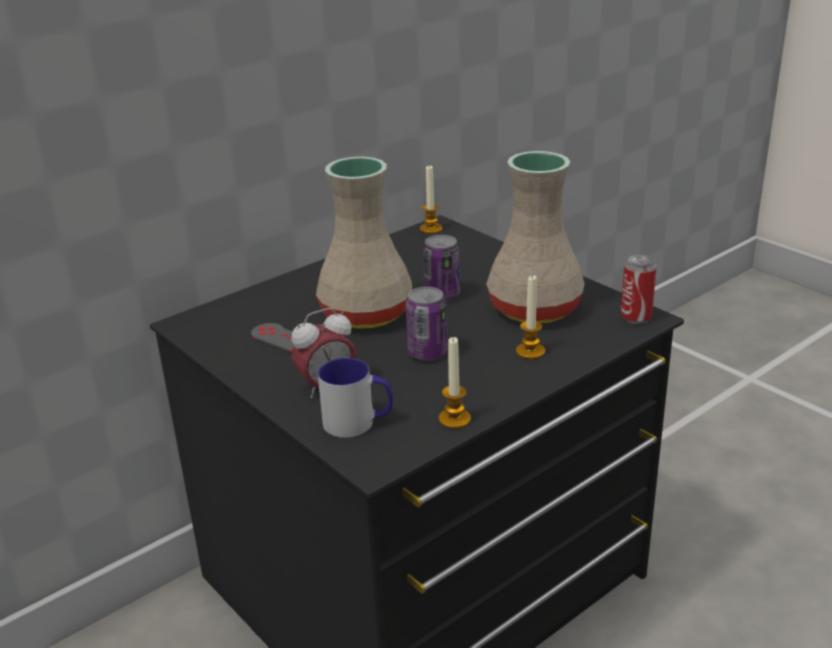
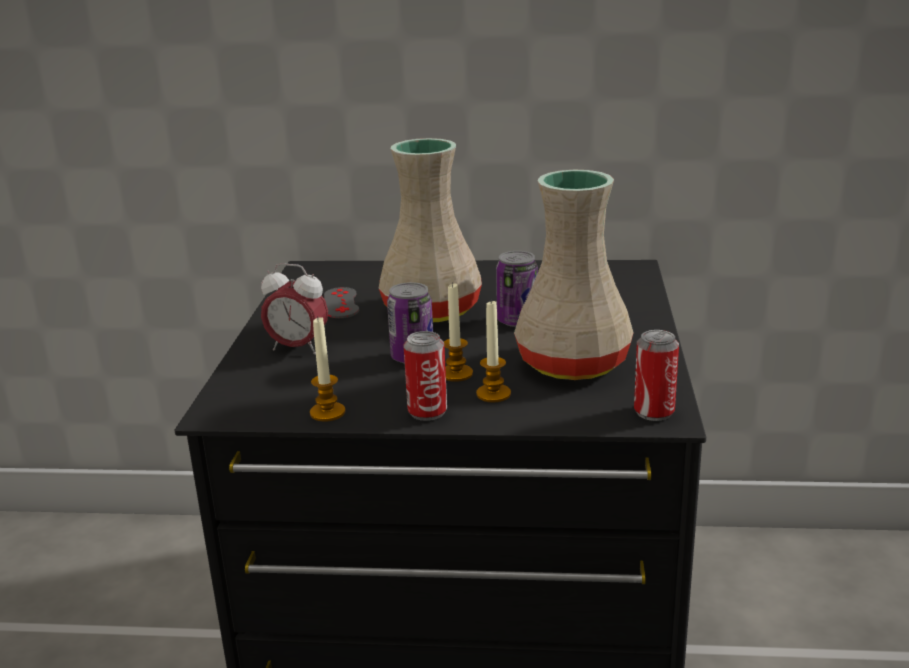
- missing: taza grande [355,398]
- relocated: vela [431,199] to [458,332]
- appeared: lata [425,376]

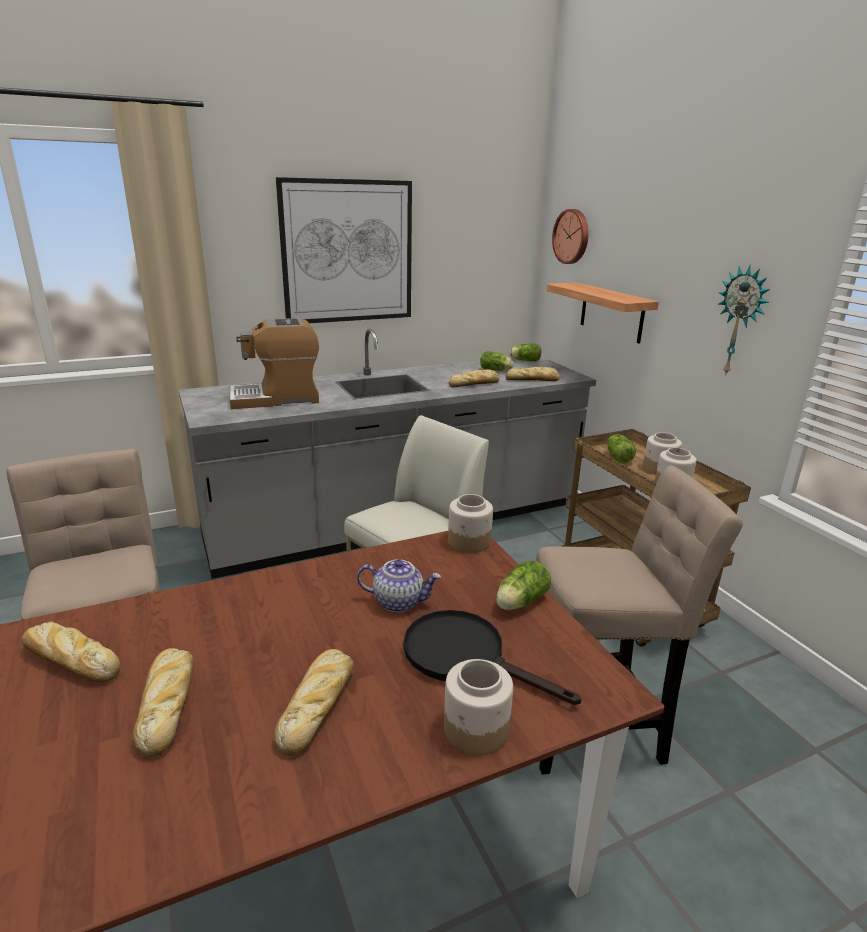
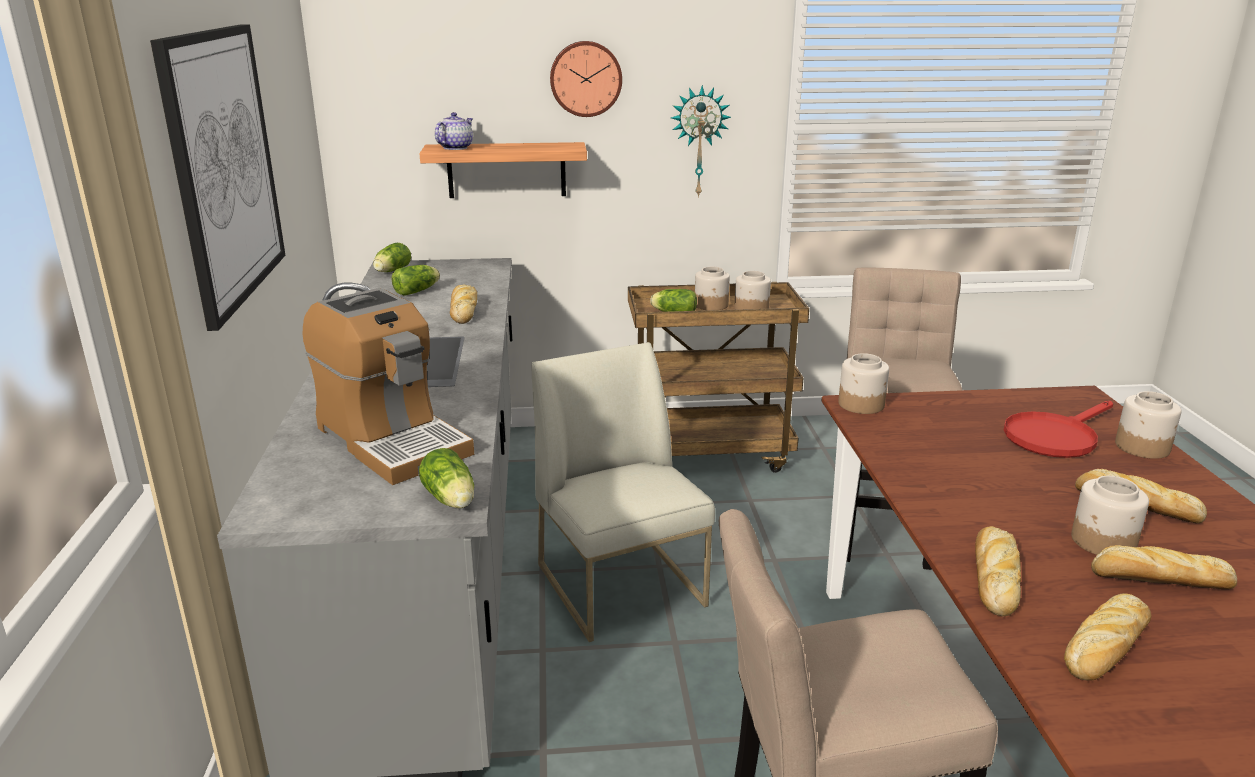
- spun: cafetera [274,363] = [388,386] 45 degrees counterclockwise
- relocated: tetera [399,585] to [454,131]
- colour: sartén [negro] [492,657] to sartén [rojo] [1058,429]
- relocated: lechuga [523,585] to [446,478]
- relocated: pan [532,374] to [998,571]
- relocated: reloj de pared [570,236] to [586,79]
- appeared: tarro [1110,515]

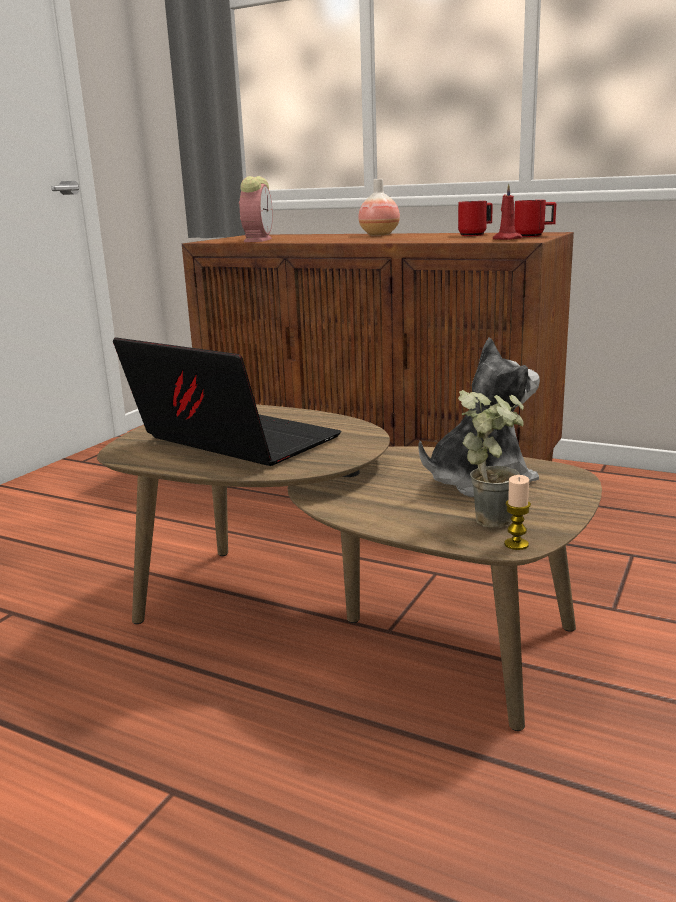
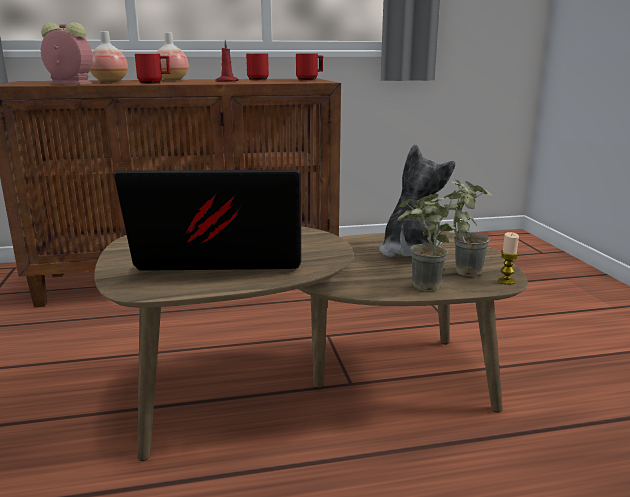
- spun: despertador [256,209] = [67,53] 45 degrees counterclockwise
- relocated: vela [rojo] [507,212] to [227,61]
- appeared: florero [109,56]
- appeared: taza grande [rojo] [153,69]
- appeared: planta en maceta [430,241]

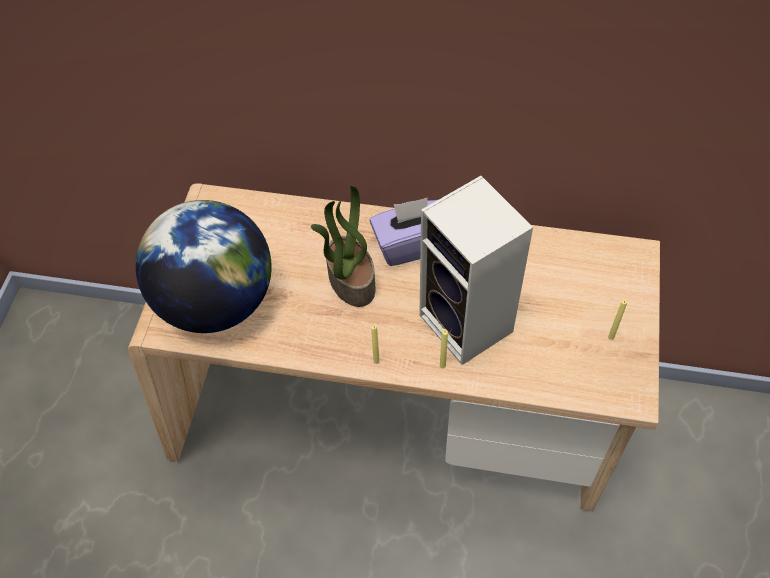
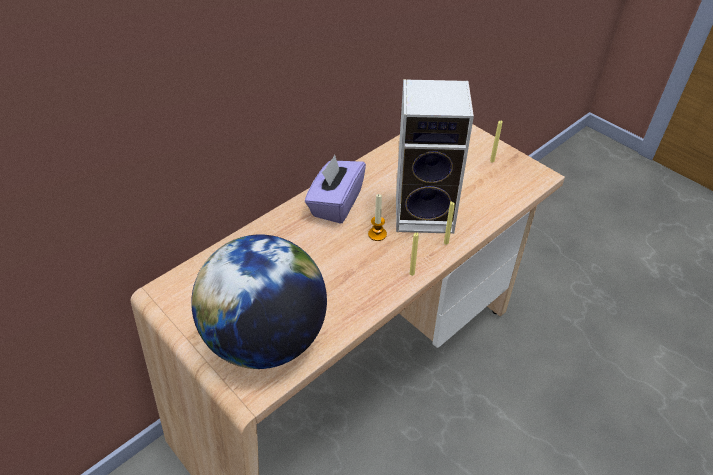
- missing: planta en maceta [343,246]
- appeared: vela [377,217]

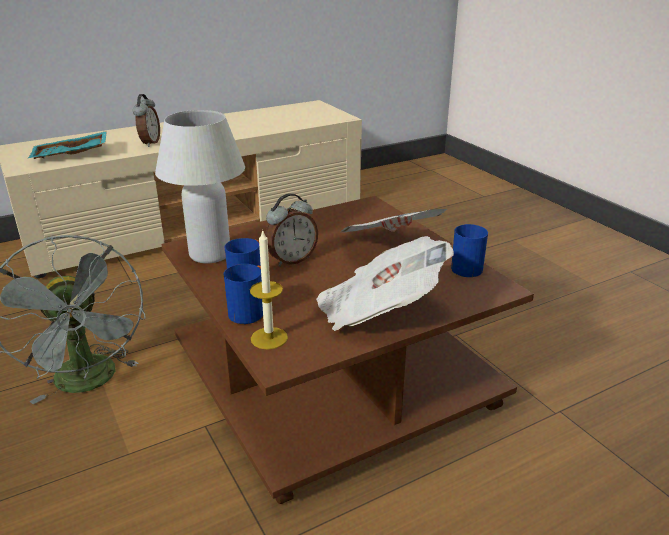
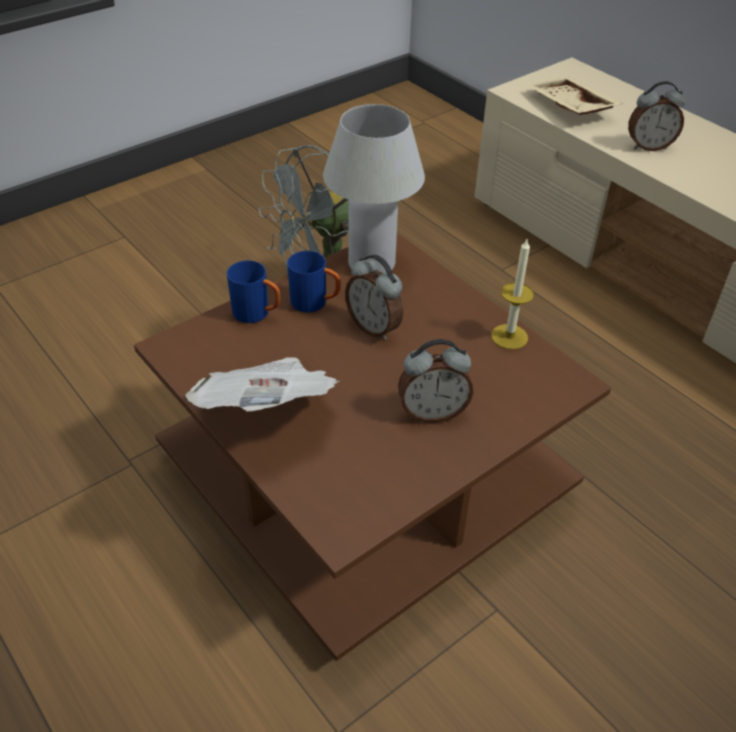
- colour: bandeja [turquesa] [67,145] to bandeja [beis] [574,96]
- relocated: vela [269,289] to [512,294]
- exchanged: periódico [393,221] to despertador [435,381]
- missing: taza grande [azul] [469,250]

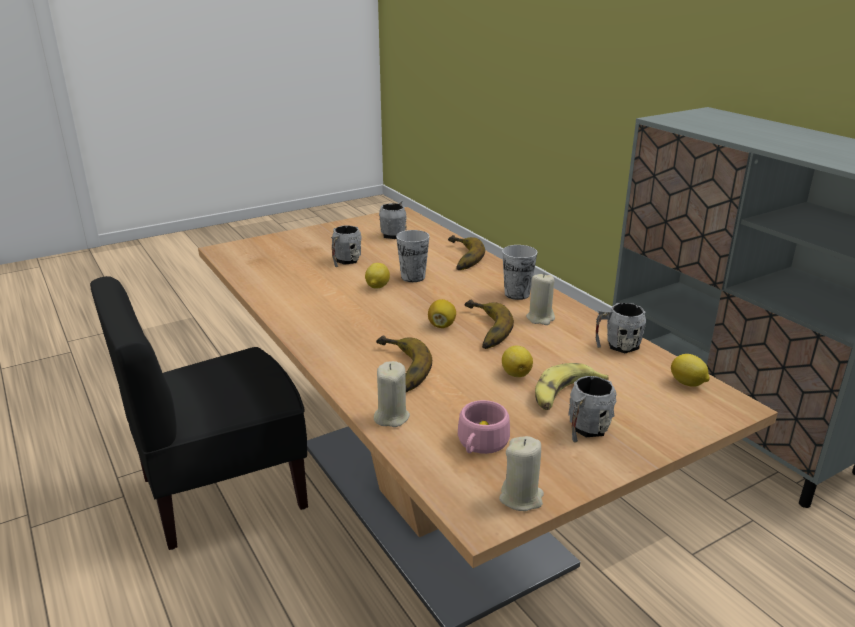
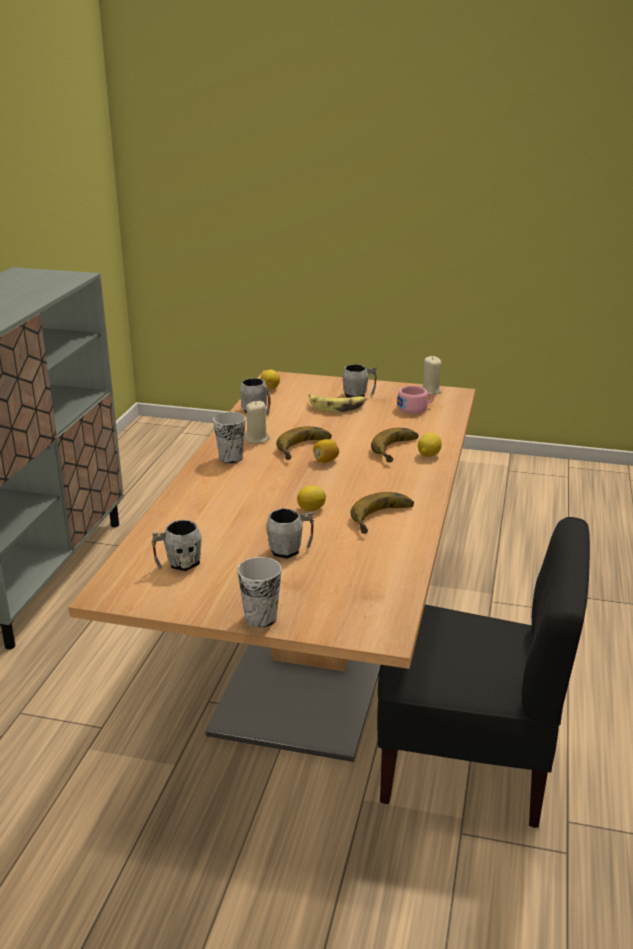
- missing: vela [beis] [392,394]
- relocated: taza [412,256] to [259,592]
- relocated: plátano [466,252] to [382,513]
- relocated: limón [517,361] to [430,445]

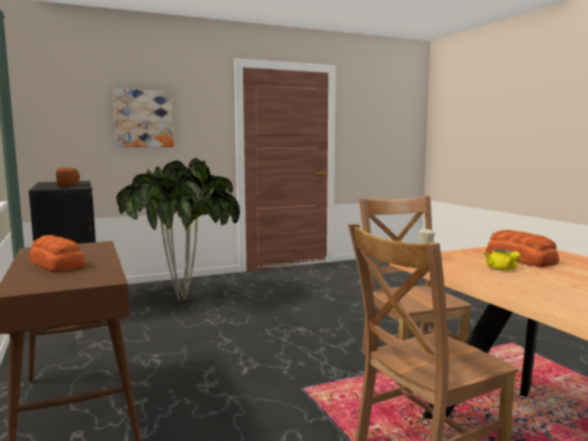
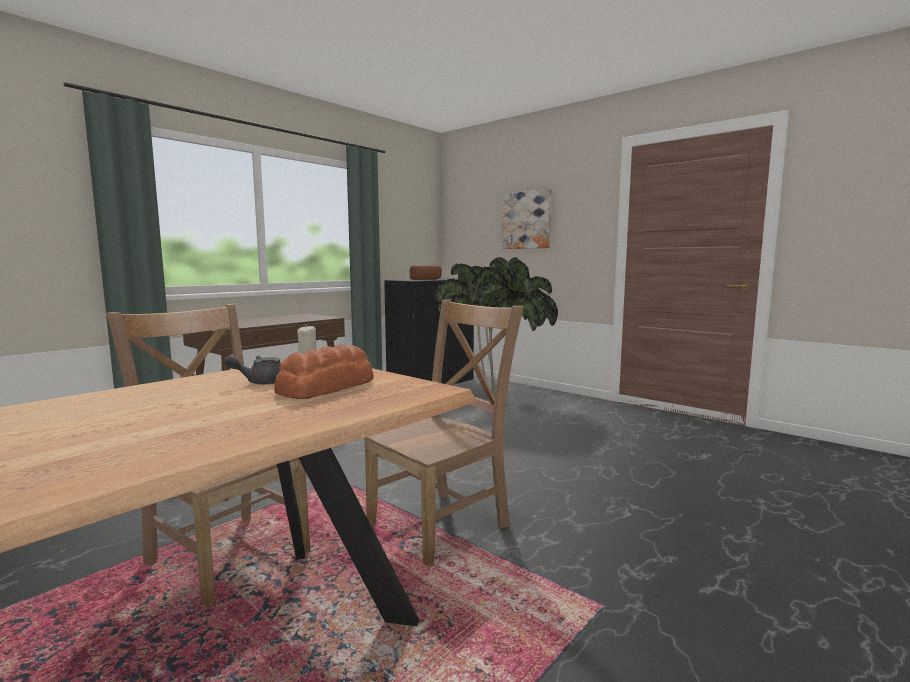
- missing: pan [57,253]
- colour: tetera [amarillo] [502,259] to tetera [gris] [252,370]

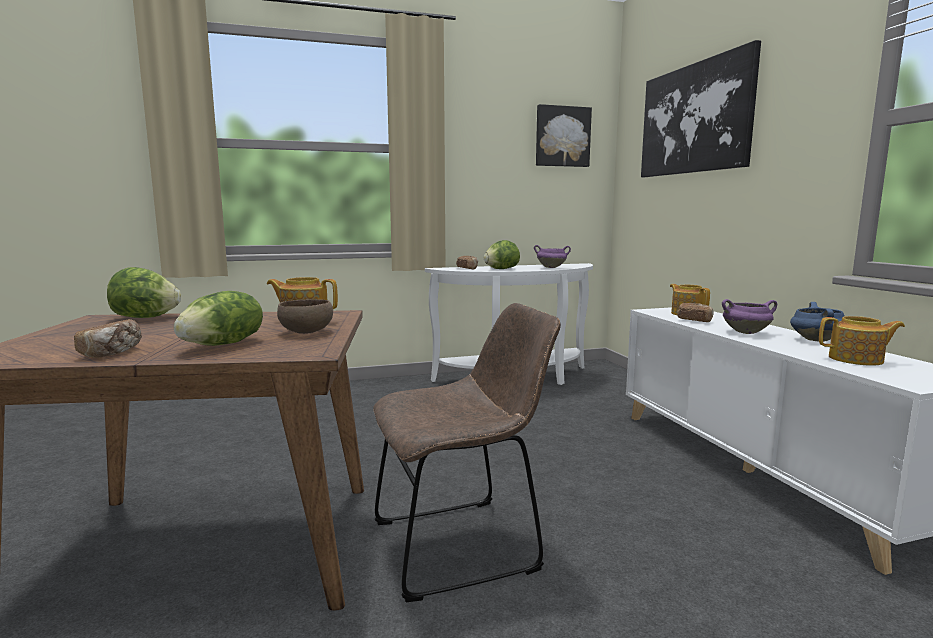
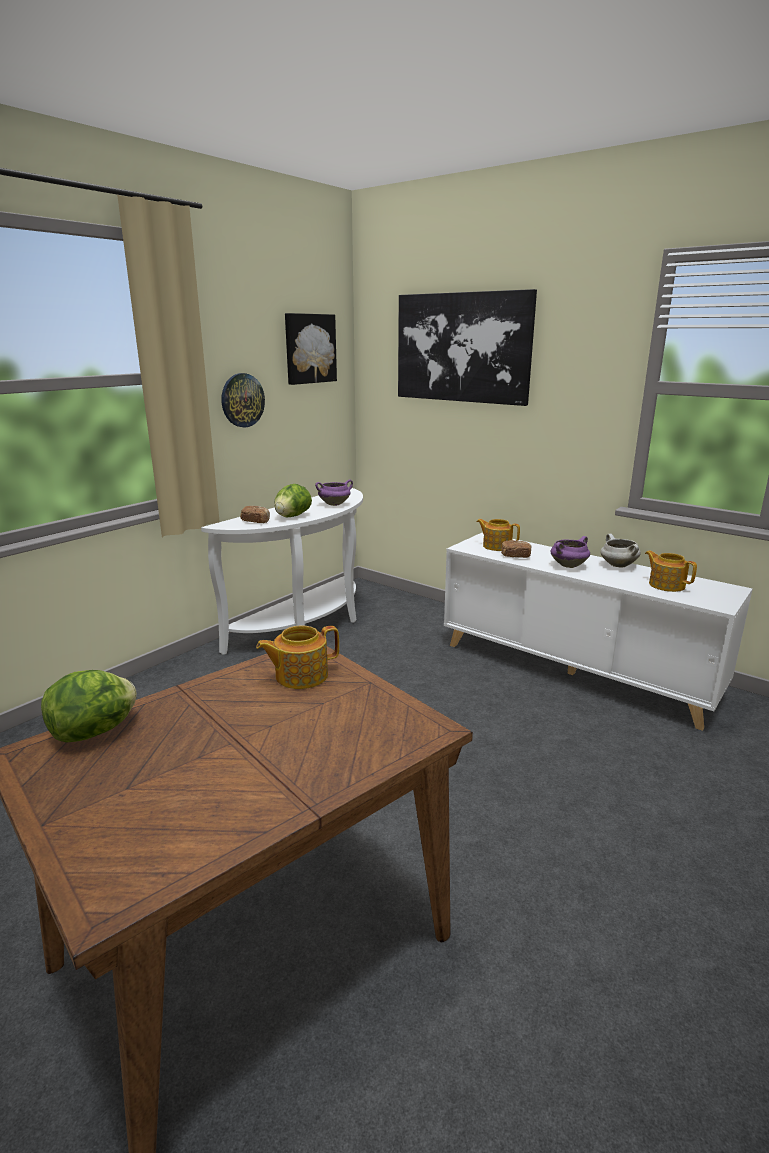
- missing: pan [108,338]
- missing: lechuga [218,318]
- missing: cuenco [marrón] [305,316]
- missing: silla [marrón] [467,452]
- colour: olla [azul] [817,321] to olla [blanco] [620,551]
- spun: tetera [862,341] = [671,571] 105 degrees counterclockwise
- appeared: reloj de pared [243,400]

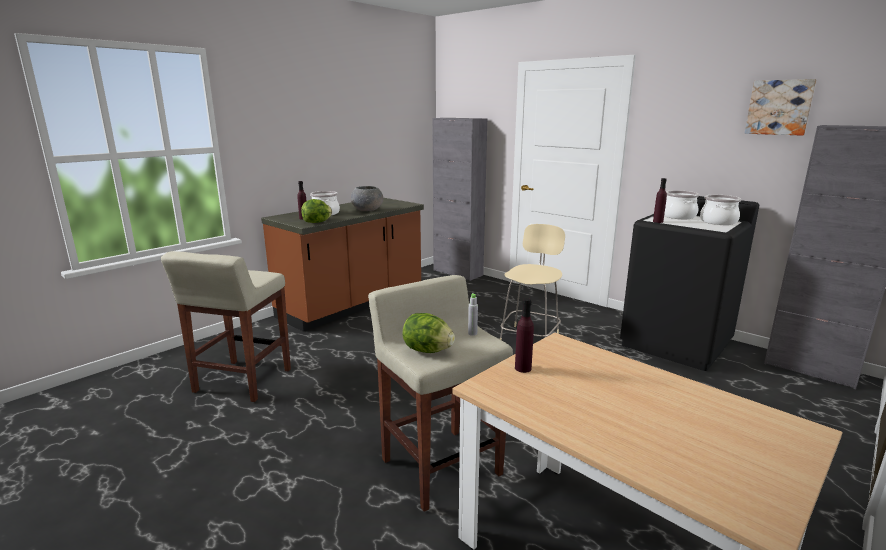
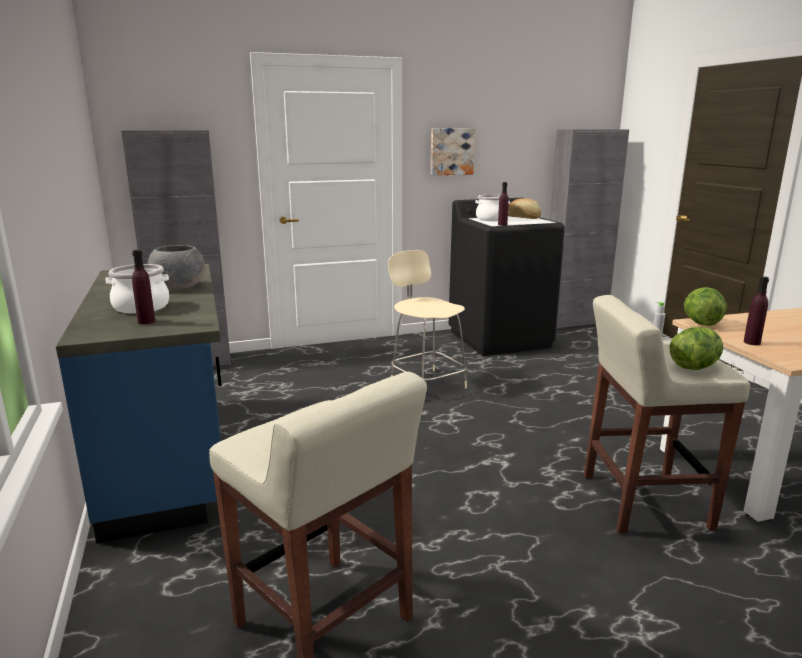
- colour: mueble bajo de cocina [marrón] [342,265] to mueble bajo de cocina [azul] [138,404]
- relocated: lechuga [316,211] to [705,306]
- exchanged: olla [720,210] to pan [524,208]
- relocated: cuadro [781,107] to [453,152]

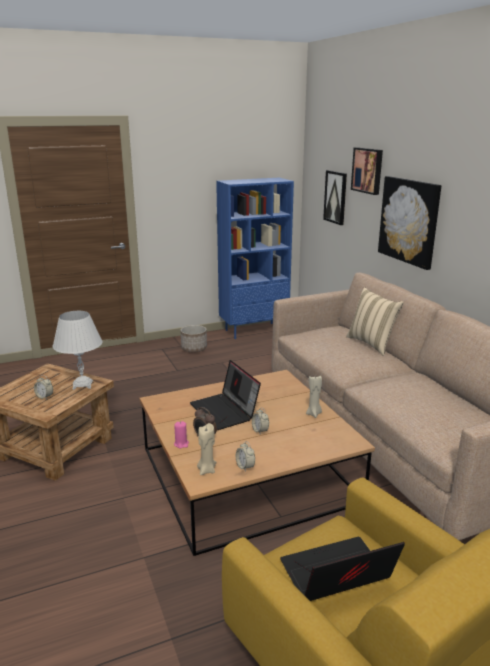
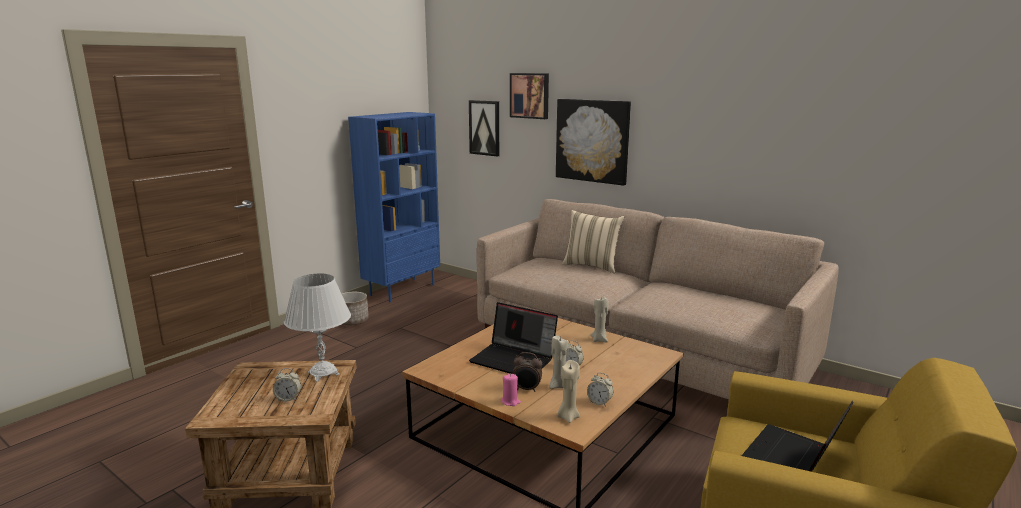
- appeared: vela [beis] [559,362]

